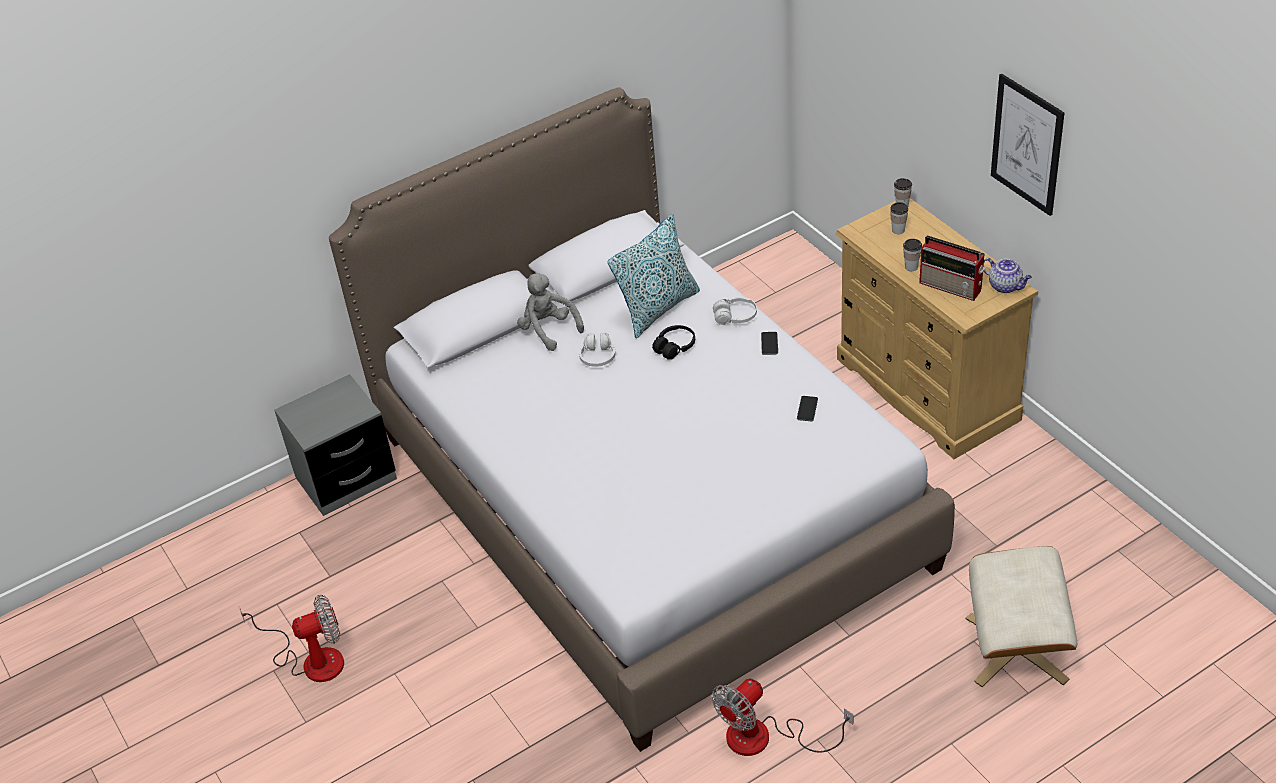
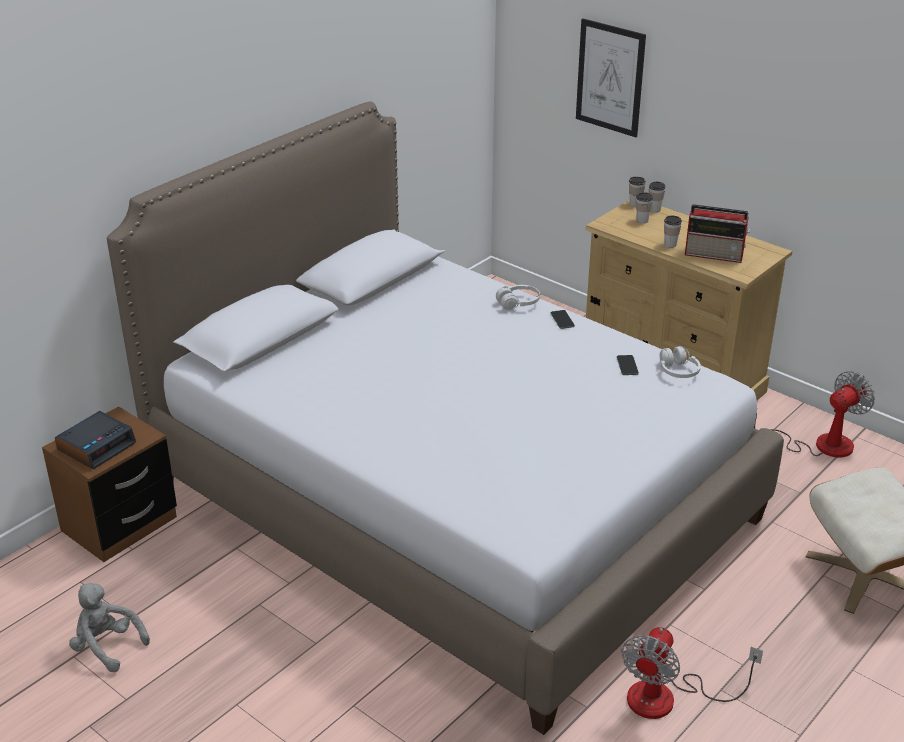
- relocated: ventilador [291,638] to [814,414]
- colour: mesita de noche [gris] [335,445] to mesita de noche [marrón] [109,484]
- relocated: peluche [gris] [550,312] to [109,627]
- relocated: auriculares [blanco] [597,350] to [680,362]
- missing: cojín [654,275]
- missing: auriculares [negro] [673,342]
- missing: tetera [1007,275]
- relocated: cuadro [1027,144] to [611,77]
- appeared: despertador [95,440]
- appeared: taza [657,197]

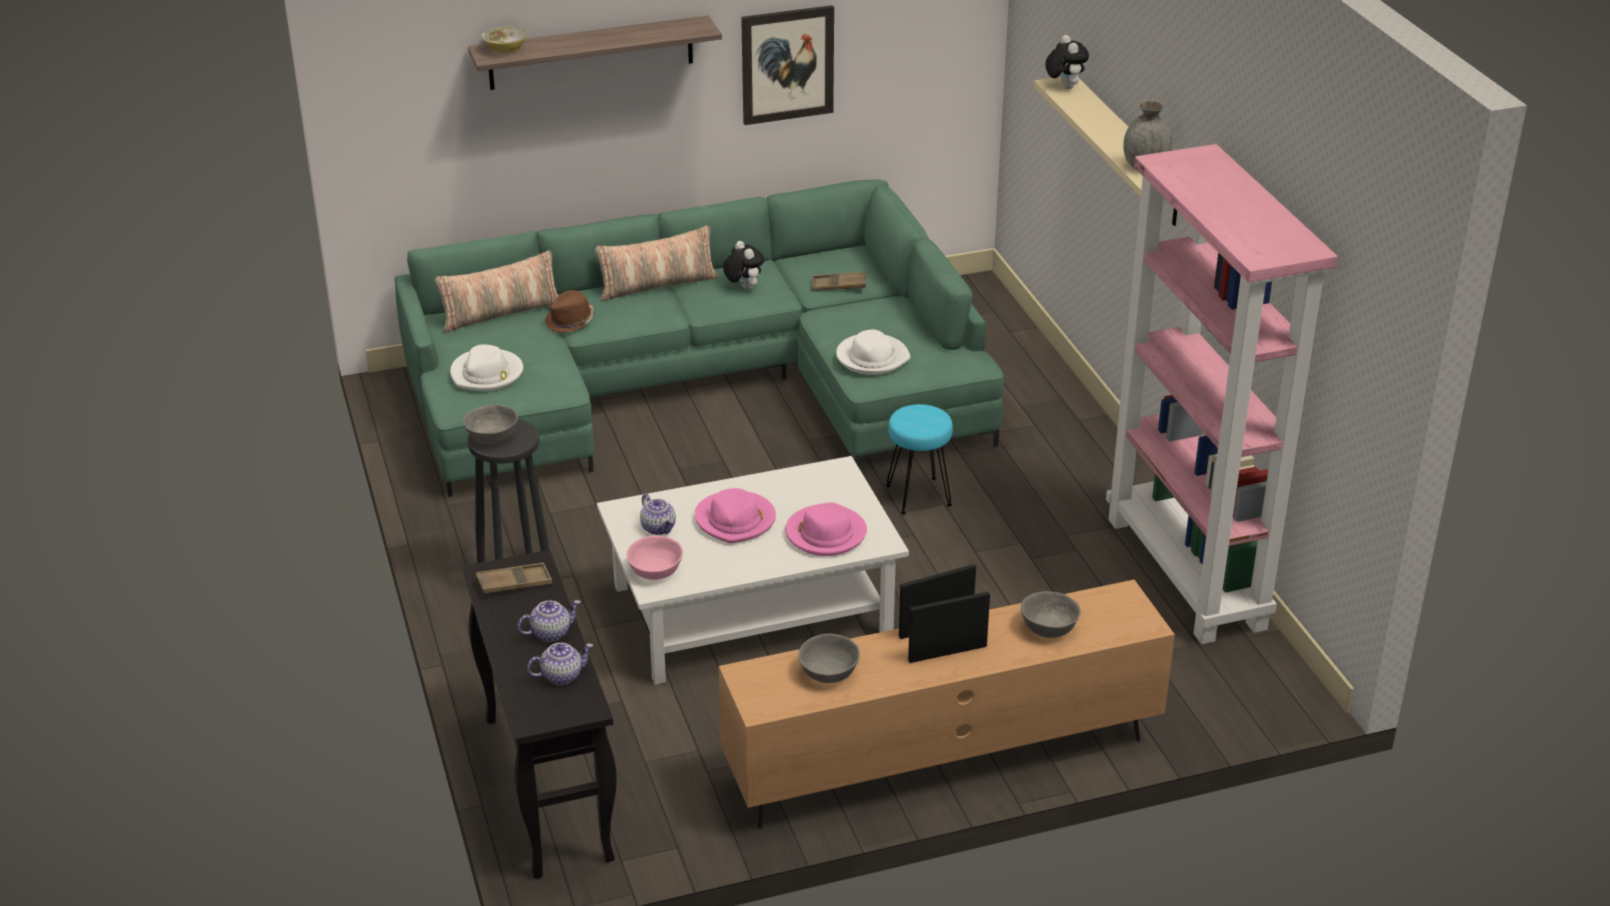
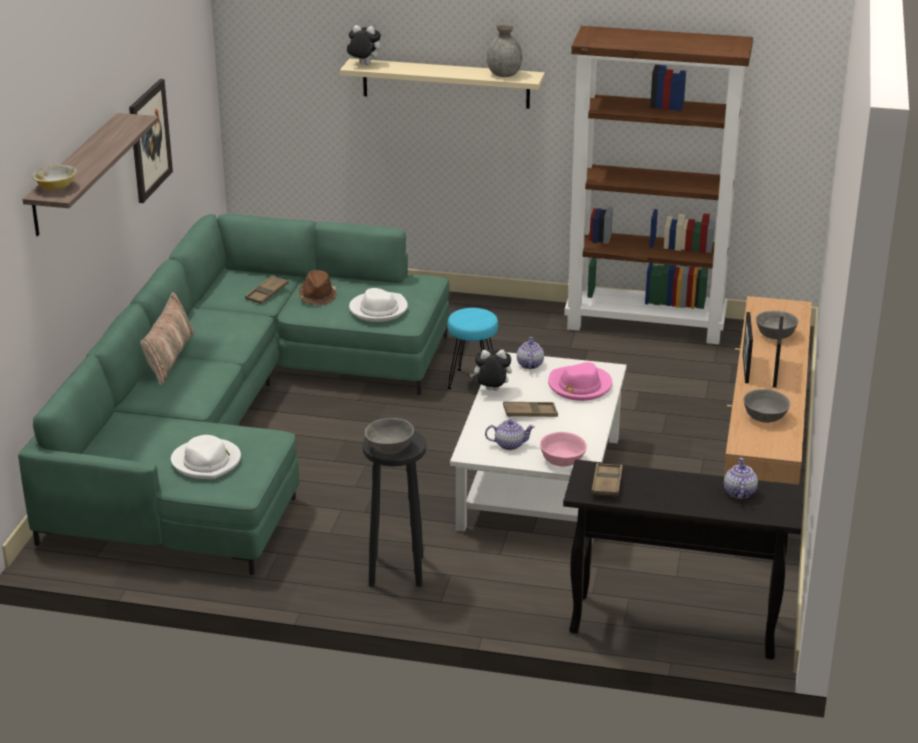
- missing: cojín [497,291]
- relocated: tetera [549,621] to [530,353]
- relocated: sombrero [marrón] [569,311] to [317,287]
- exchanged: sombrero [rosa] [735,515] to bandeja [marrón] [530,409]
- relocated: peluche [743,265] to [491,370]
- colour: estantería [rosa] [1222,394] to estantería [marrón] [659,185]

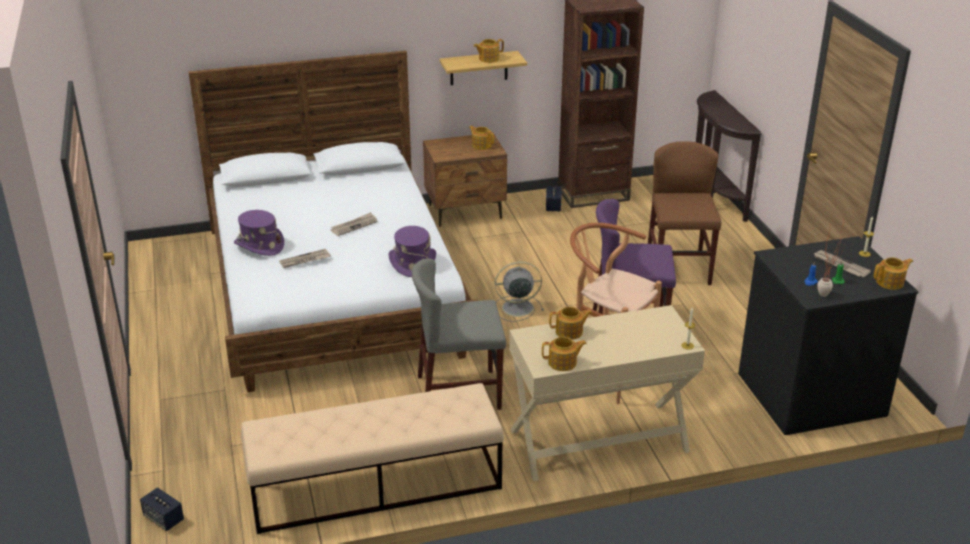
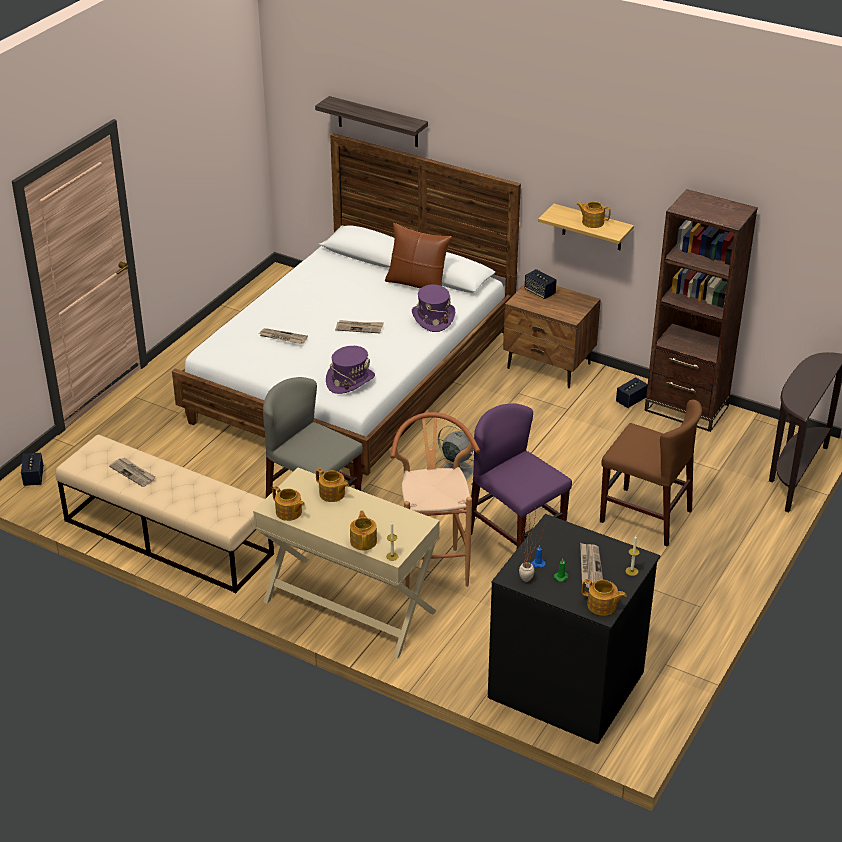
- relocated: sombrero [morado] [259,233] to [433,308]
- relocated: tetera [481,138] to [363,530]
- spun: silla [marrón] [685,213] = [651,473] 75 degrees clockwise
- appeared: periódico [132,472]
- appeared: estante [371,121]
- appeared: cojín [marrón] [418,256]
- appeared: altavoz [540,284]

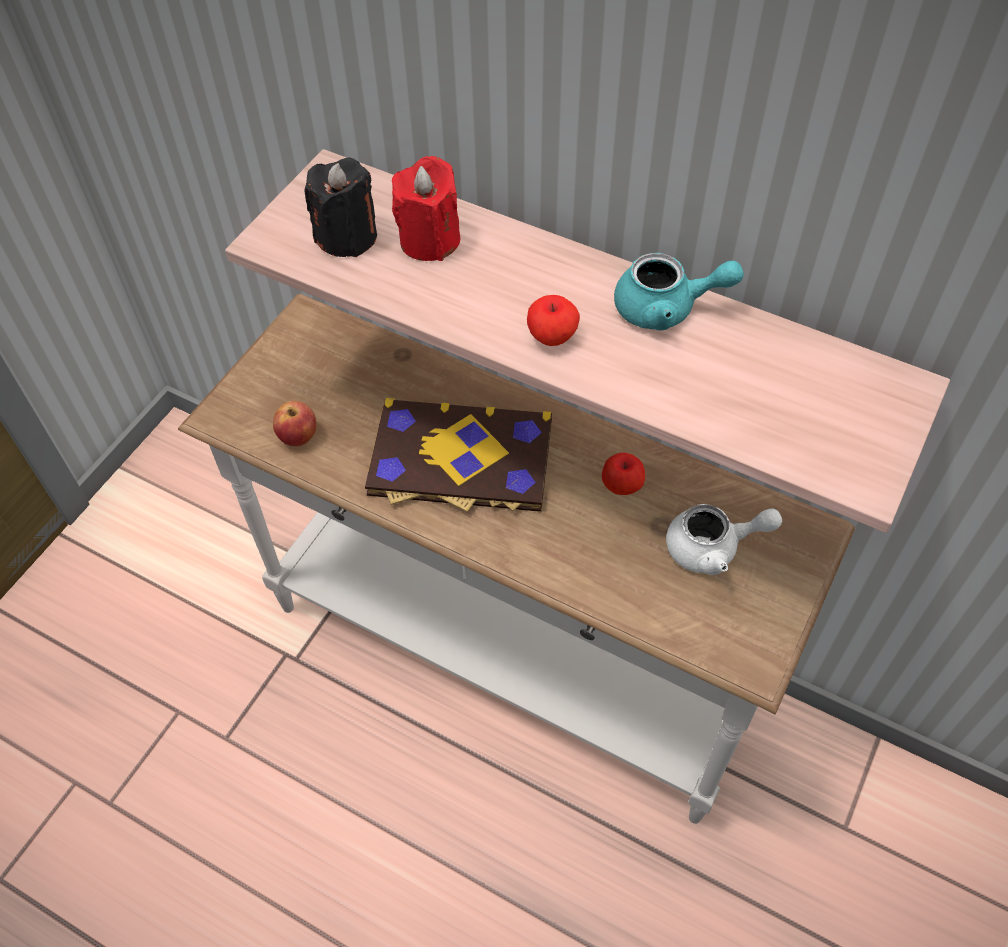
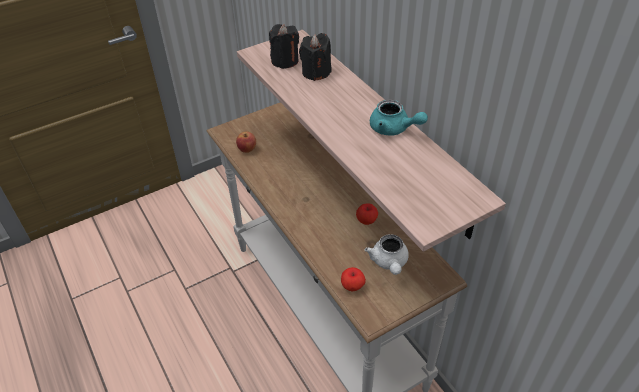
- missing: libro [458,455]
- colour: vela [rojo] [426,208] to vela [negro] [315,57]
- relocated: manzana [553,320] to [353,279]
- spun: tetera [blanco] [724,539] = [387,254] 60 degrees clockwise

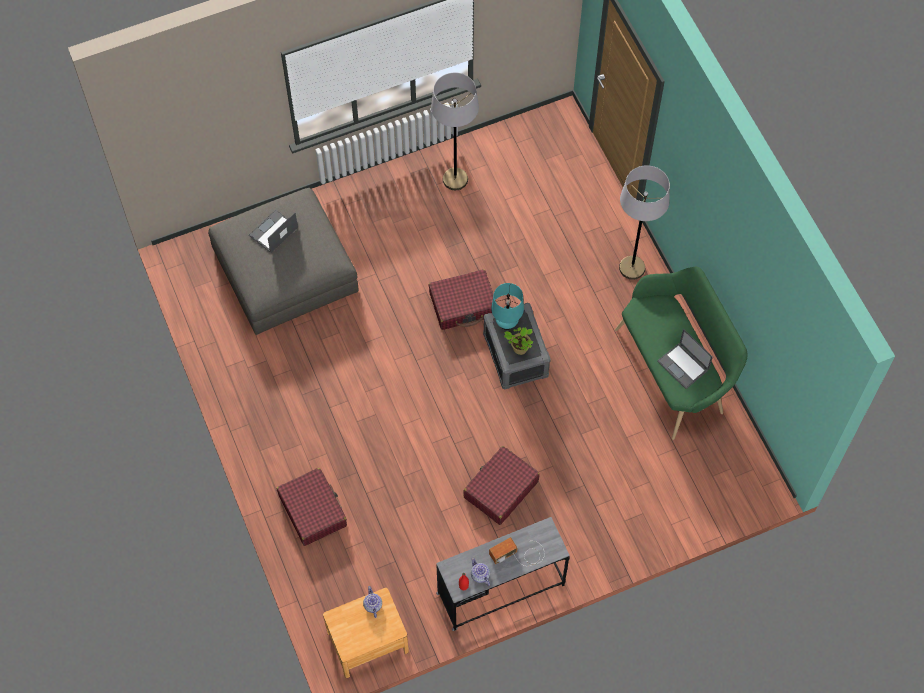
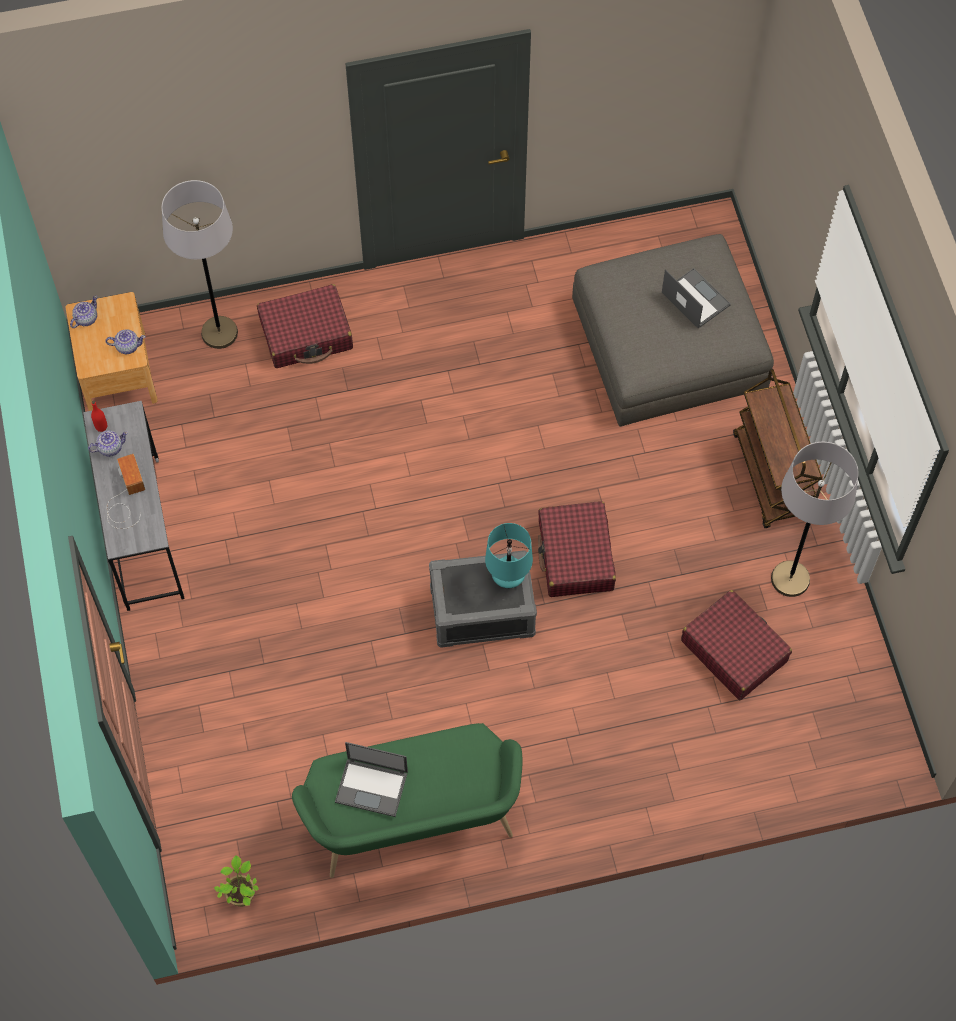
- relocated: maleta [rojo] [501,485] to [736,645]
- relocated: planta en maceta [518,341] to [236,881]
- relocated: lámpara de pie [gris] [644,222] to [200,264]
- spun: portátil [685,359] = [371,779] 135 degrees counterclockwise
- appeared: tetera [83,312]
- appeared: carrito [marrón] [777,448]

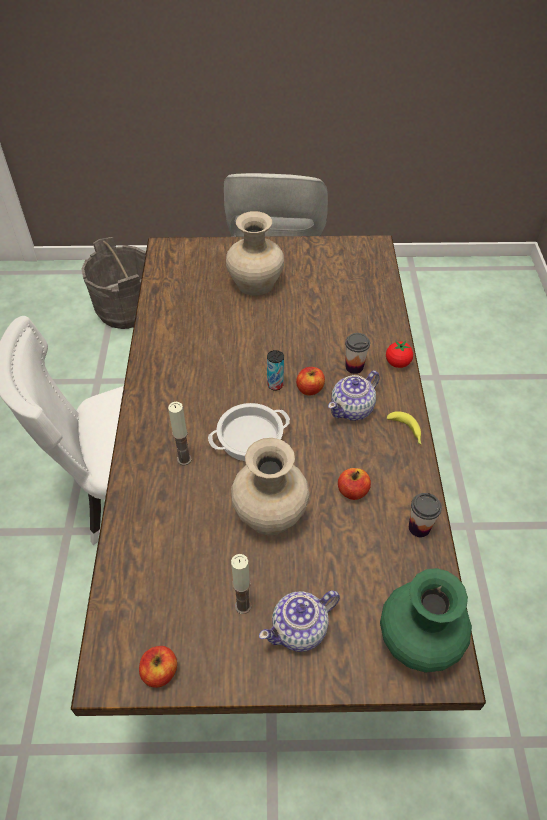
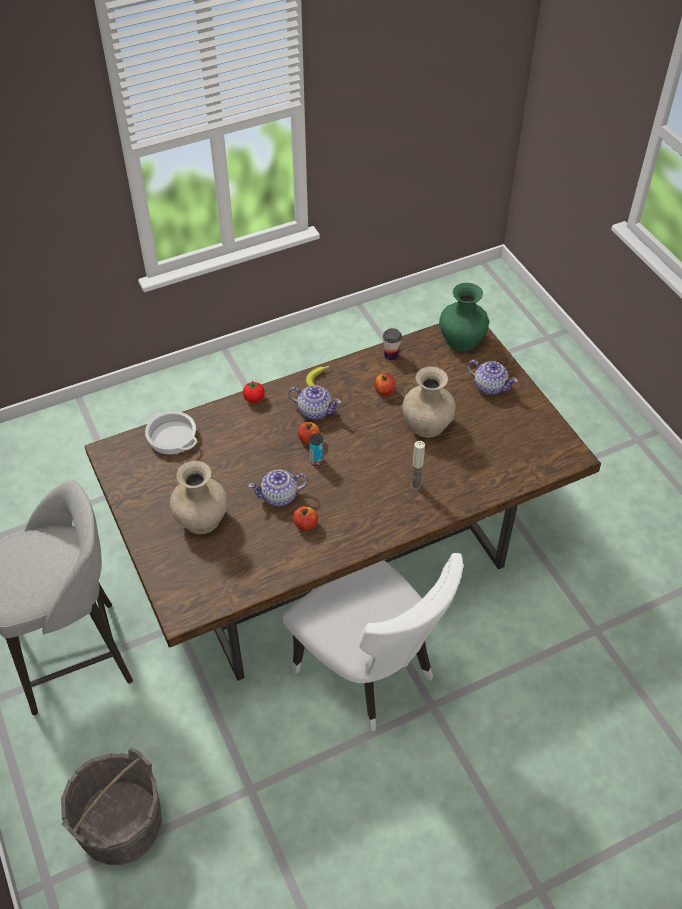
- relocated: manzana [158,667] to [305,518]
- relocated: olla [249,432] to [171,432]
- missing: vela [241,584]
- missing: taza [357,353]
- appeared: tetera [278,488]

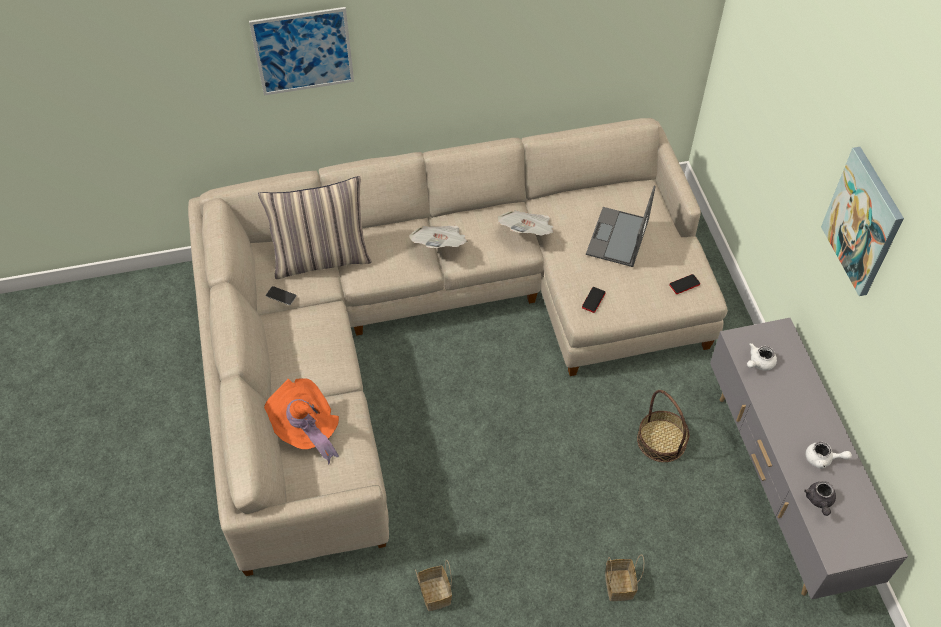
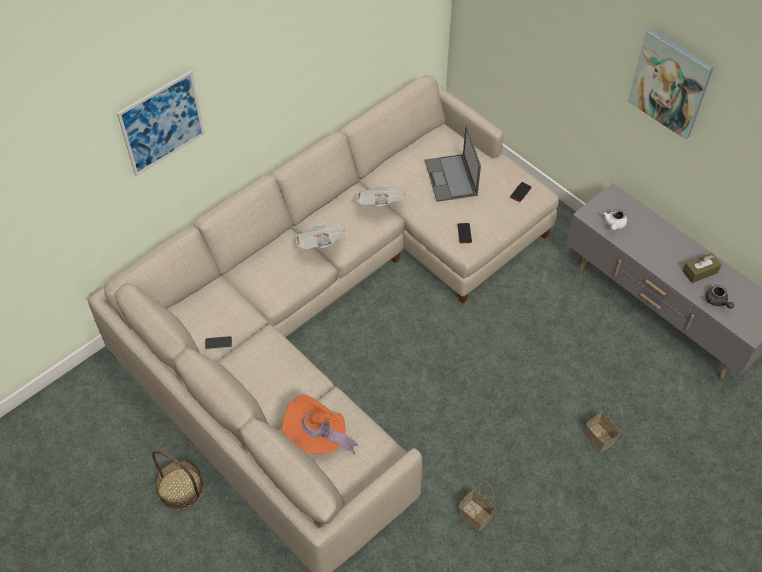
- missing: cojín [315,227]
- relocated: cesta [663,426] to [178,480]
- exchanged: tetera [blanco] [828,455] to caja de pañuelos [marrón] [702,268]

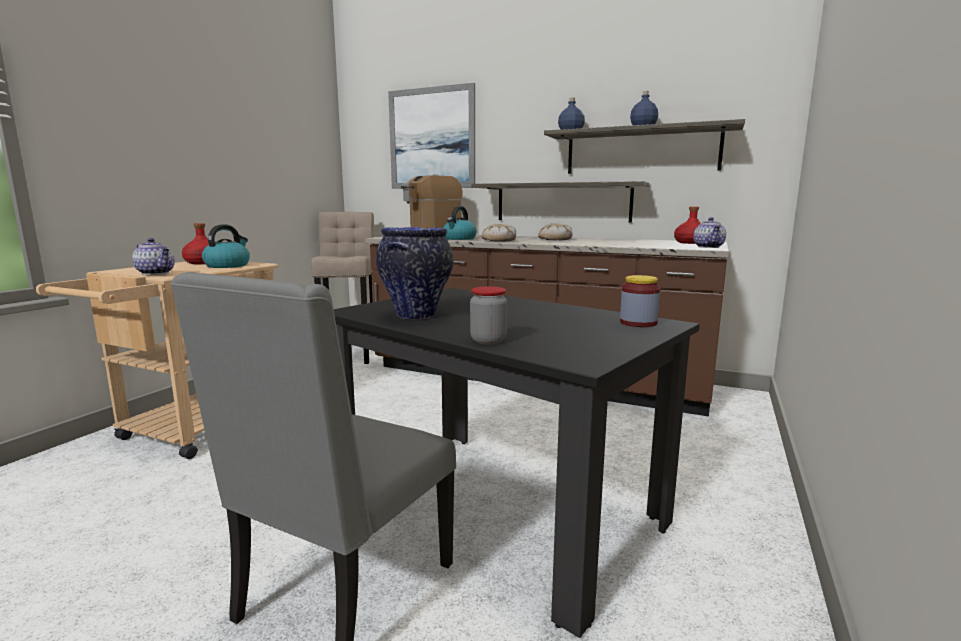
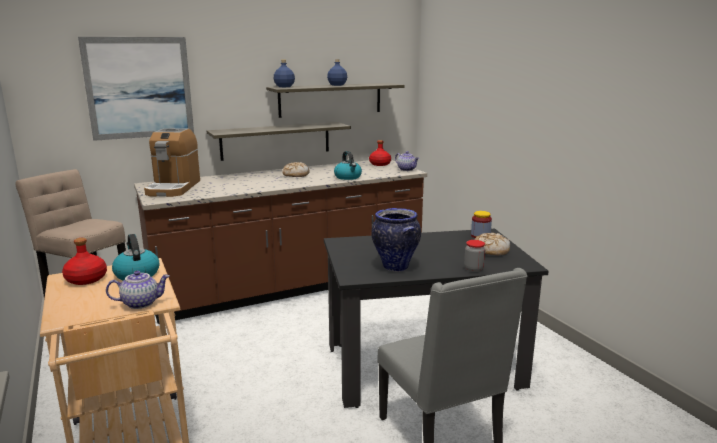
- relocated: hervidor [460,223] to [348,165]
- relocated: pan [499,233] to [492,244]

